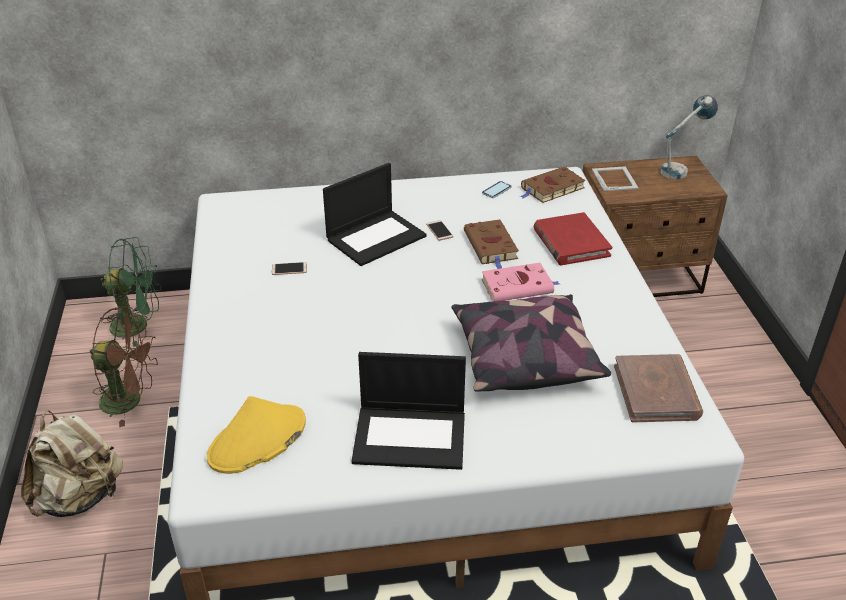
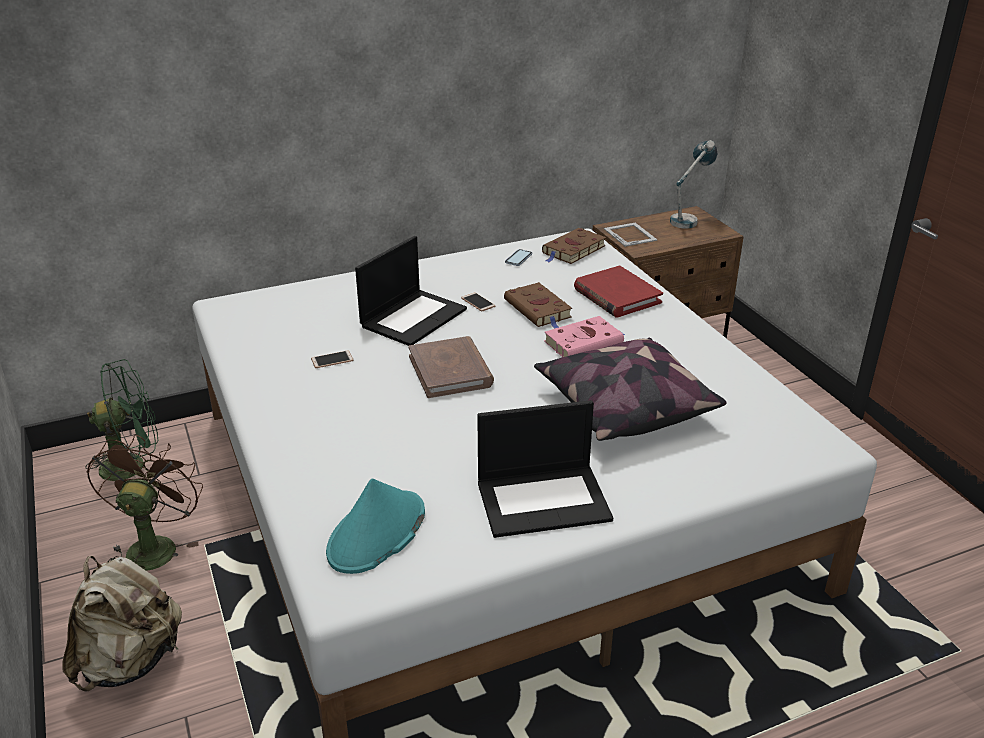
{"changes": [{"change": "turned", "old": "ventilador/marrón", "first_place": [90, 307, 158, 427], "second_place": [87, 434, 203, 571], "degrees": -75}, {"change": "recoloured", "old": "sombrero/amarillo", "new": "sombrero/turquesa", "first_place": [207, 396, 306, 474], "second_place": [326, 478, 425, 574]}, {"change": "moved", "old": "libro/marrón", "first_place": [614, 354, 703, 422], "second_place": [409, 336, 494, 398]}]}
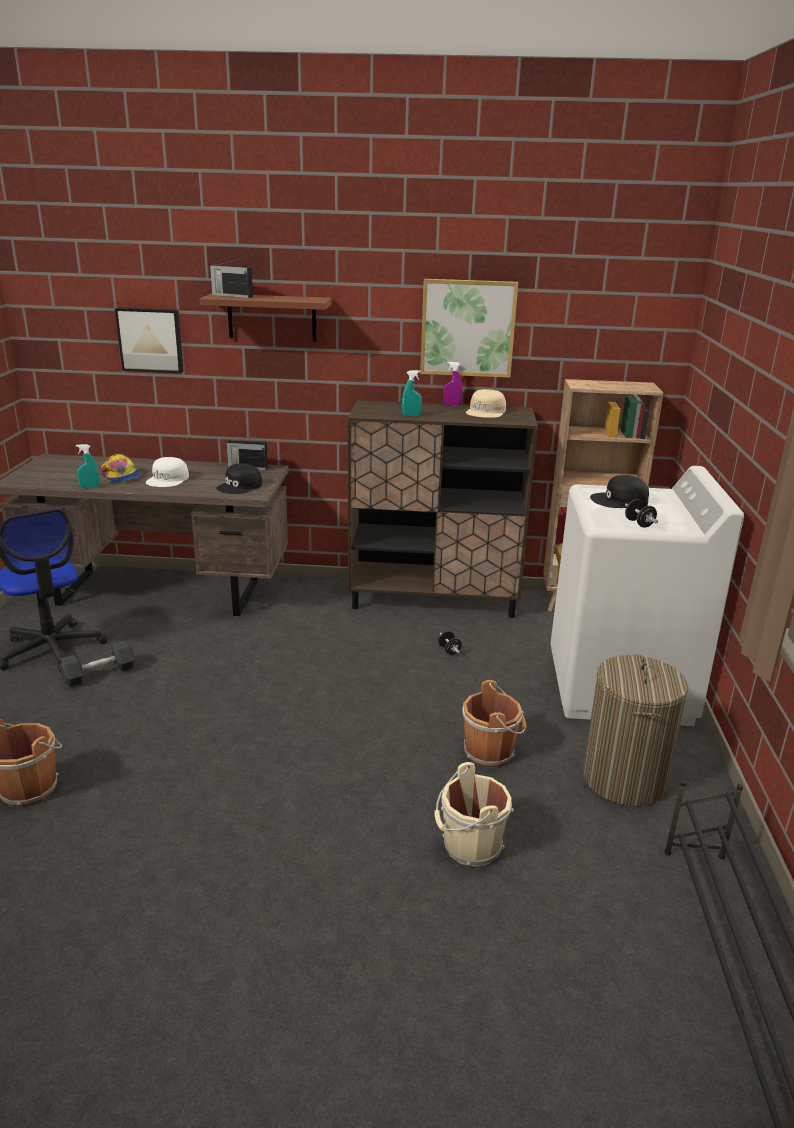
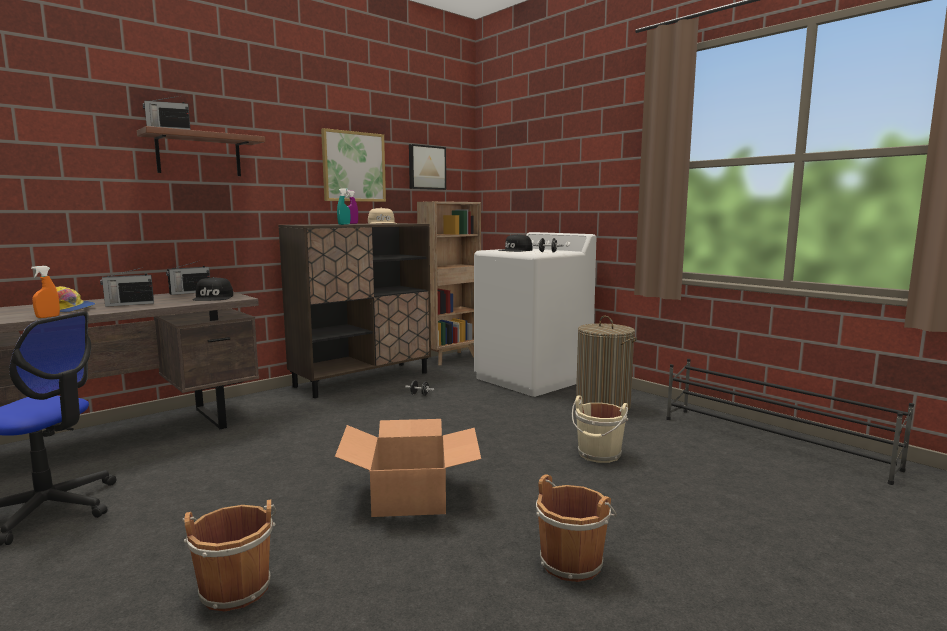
{"changes": [{"change": "removed", "old": "mancuerna/gris", "first_place": [60, 640, 135, 687]}, {"change": "recoloured", "old": "pulverizador/turquesa", "new": "pulverizador/naranja", "first_place": [76, 444, 99, 488], "second_place": [31, 266, 60, 318]}, {"change": "moved", "old": "cuadro", "first_place": [115, 307, 184, 373], "second_place": [409, 144, 446, 190]}, {"change": "replaced", "old": "gorra/blanco", "new": "radio", "first_place": [146, 457, 189, 487], "second_place": [100, 267, 154, 307]}, {"change": "moved", "old": "cubo/marrón", "first_place": [462, 680, 527, 767], "second_place": [536, 474, 617, 582]}, {"change": "added", "new": "caja de cartón", "second_place": [335, 419, 481, 517]}]}
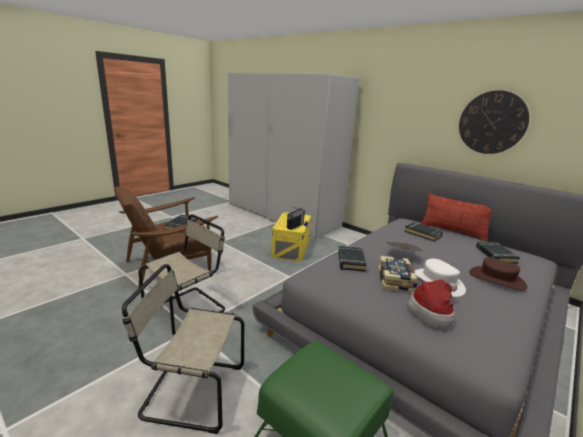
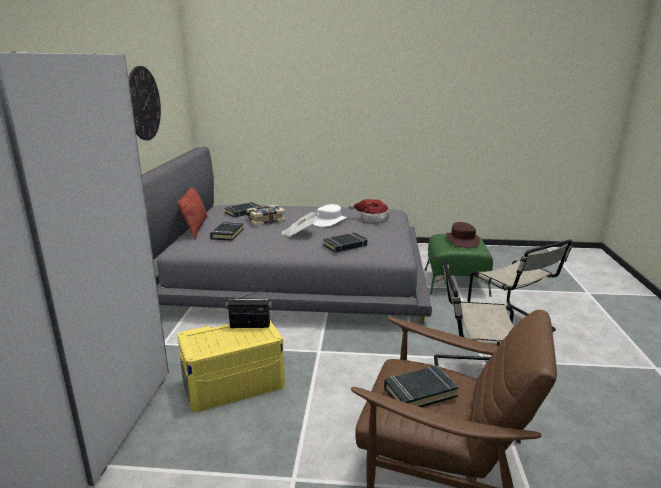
{"changes": [{"change": "moved", "old": "libro", "first_place": [378, 256, 418, 293], "second_place": [246, 205, 286, 226]}, {"change": "moved", "old": "sombrero/marrón", "first_place": [469, 257, 527, 291], "second_place": [446, 222, 480, 248]}]}
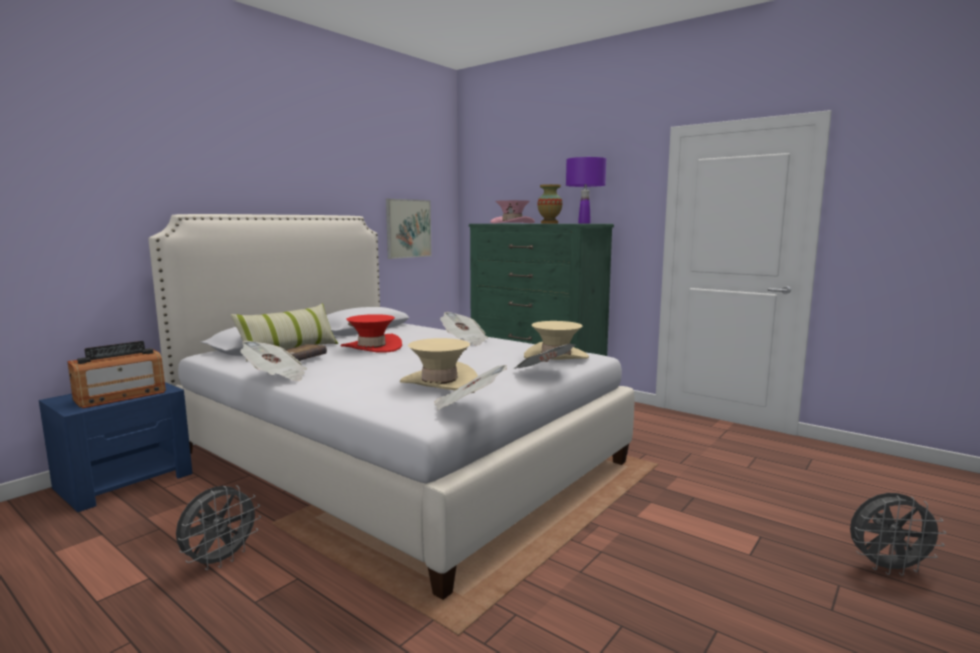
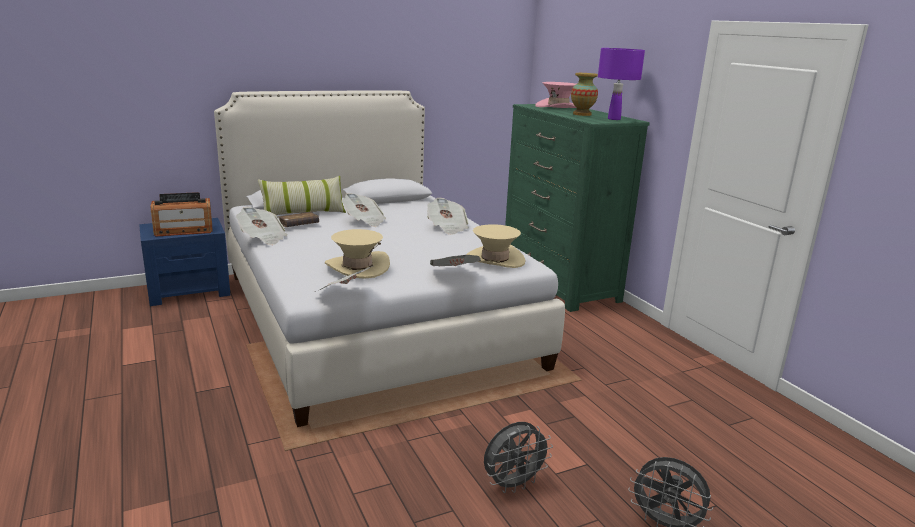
{"changes": [{"change": "moved", "old": "ventilador/gris", "first_place": [176, 485, 261, 570], "second_place": [484, 422, 553, 493]}, {"change": "replaced", "old": "sombrero/rojo", "new": "periódico", "first_place": [341, 314, 402, 353], "second_place": [342, 193, 386, 227]}, {"change": "removed", "old": "cuadro", "first_place": [386, 199, 432, 259]}]}
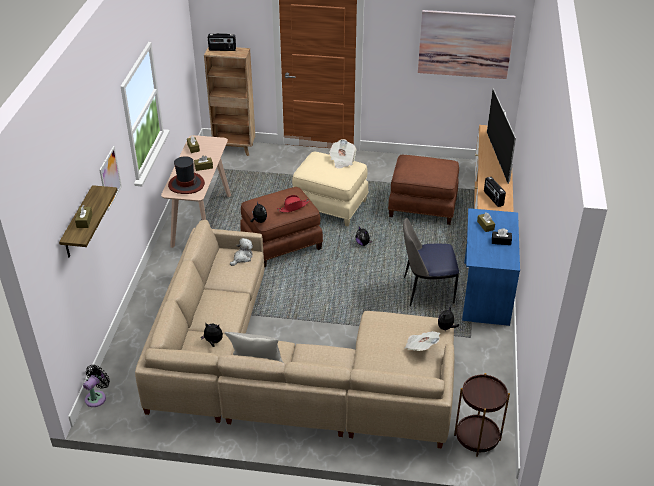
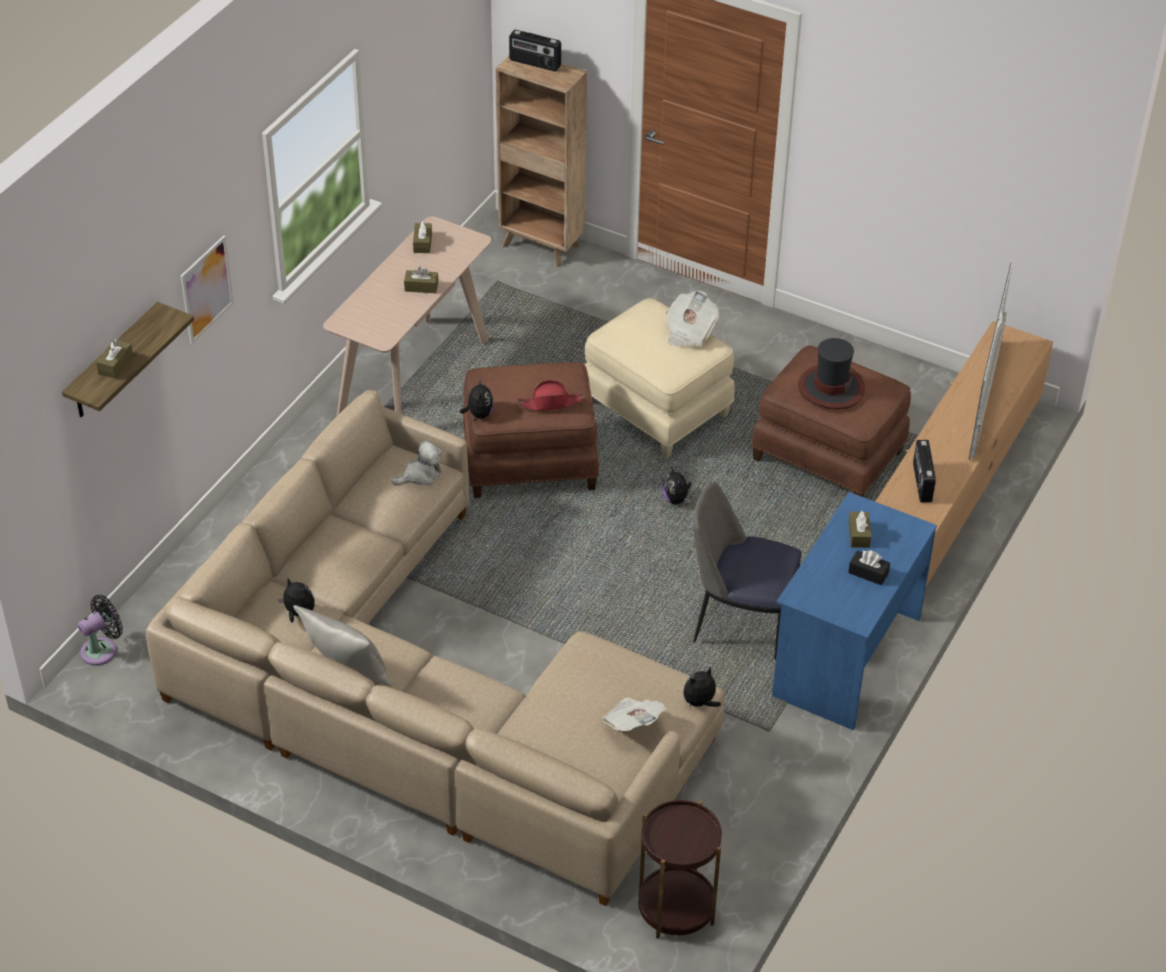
{"changes": [{"change": "moved", "old": "sombrero", "first_place": [168, 156, 205, 194], "second_place": [798, 338, 865, 409]}, {"change": "removed", "old": "cuadro", "first_place": [418, 10, 516, 79]}]}
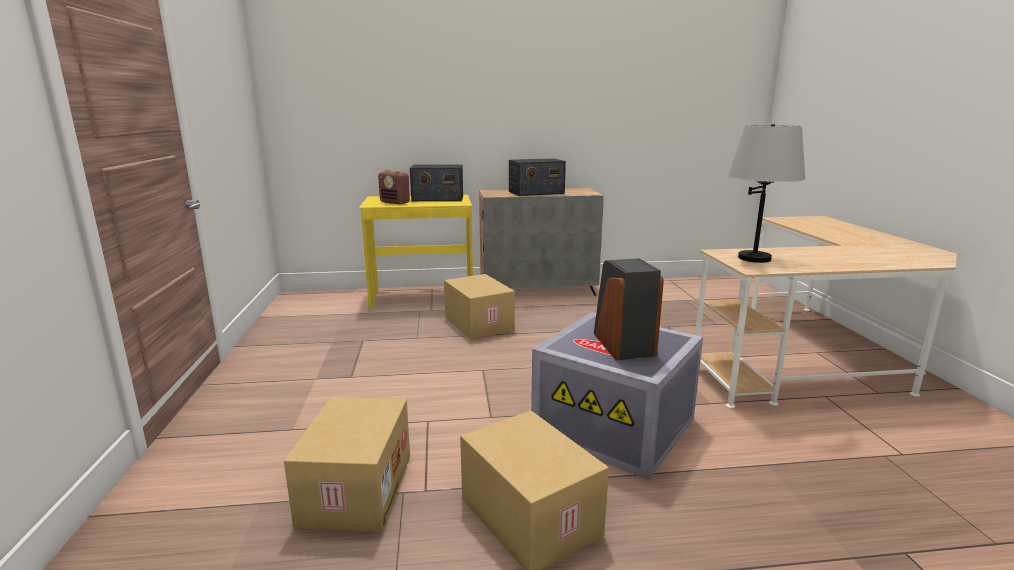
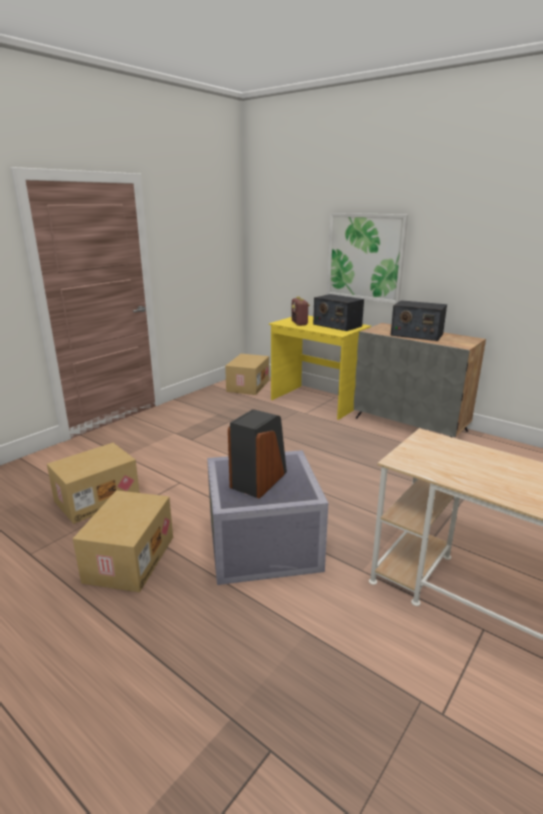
{"changes": [{"change": "moved", "old": "caja de cartón", "first_place": [444, 274, 515, 340], "second_place": [225, 354, 269, 395]}, {"change": "removed", "old": "lámpara de mesa/gris", "first_place": [728, 124, 805, 263]}, {"change": "added", "new": "cuadro", "second_place": [327, 213, 408, 304]}]}
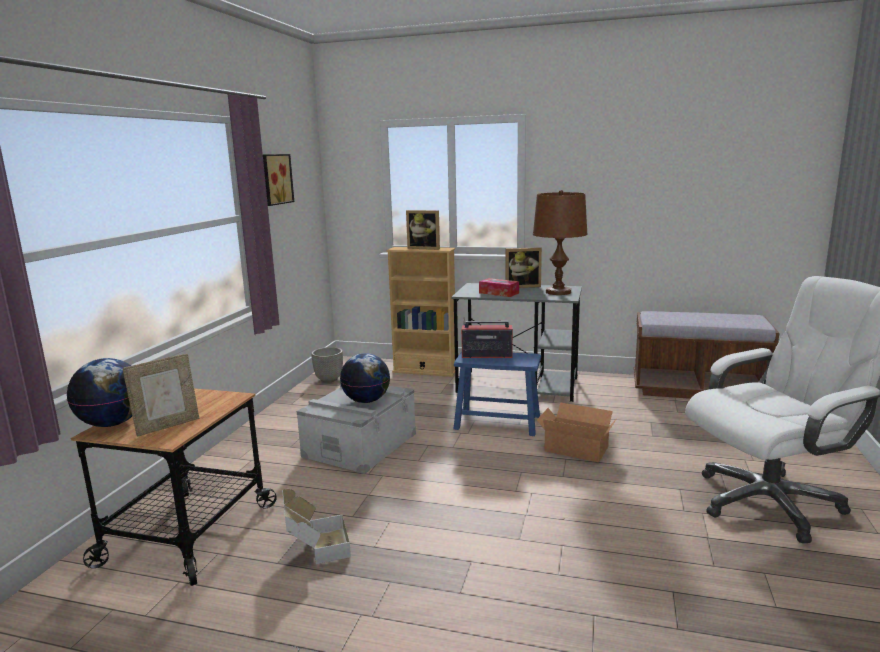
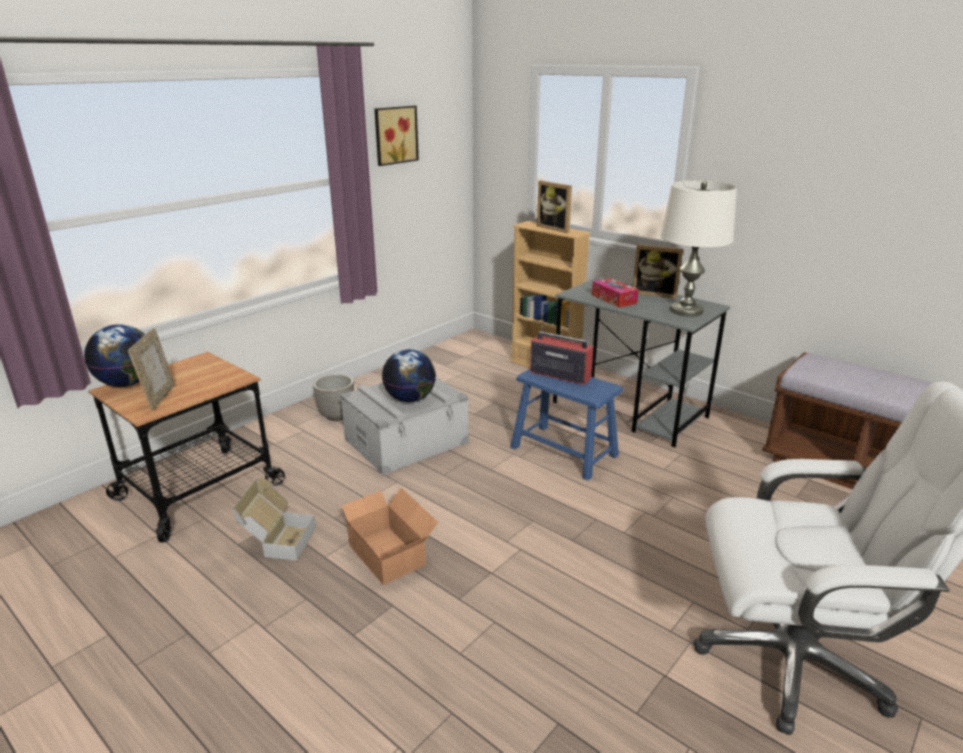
{"changes": [{"change": "turned", "old": "portarretratos", "first_place": [123, 354, 199, 437], "second_place": [128, 328, 175, 411], "degrees": -75}, {"change": "moved", "old": "maceta", "first_place": [311, 347, 343, 383], "second_place": [313, 374, 354, 421]}, {"change": "recoloured", "old": "lámpara de mesa/marrón", "new": "lámpara de mesa/blanco", "first_place": [533, 190, 588, 295], "second_place": [661, 180, 737, 317]}, {"change": "moved", "old": "caja de cartón", "first_place": [537, 402, 616, 462], "second_place": [338, 488, 438, 585]}]}
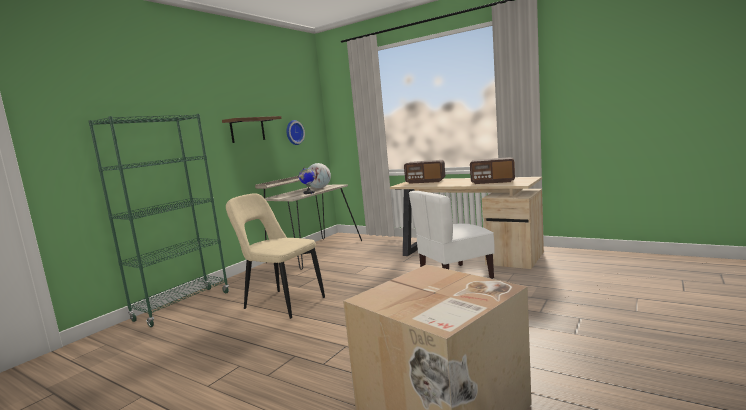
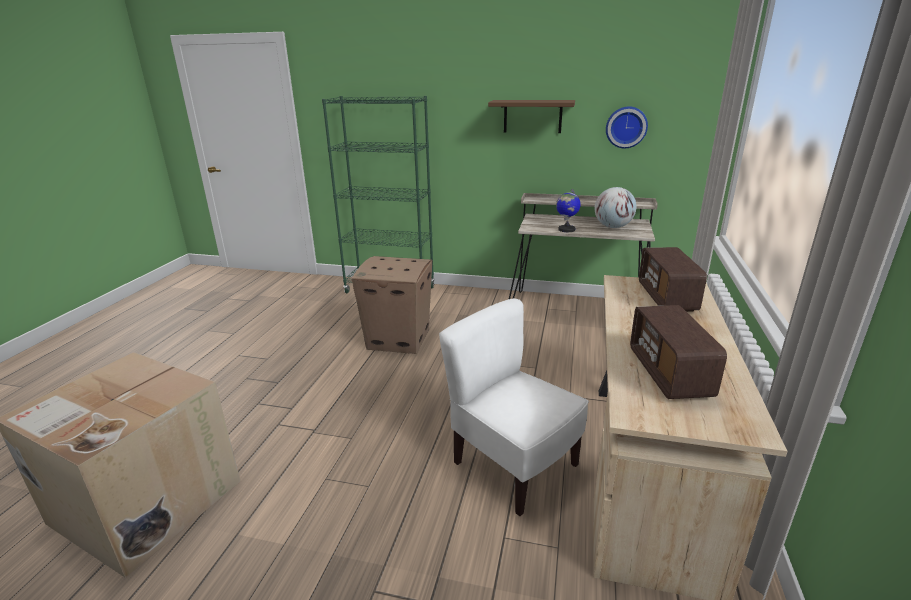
{"changes": [{"change": "replaced", "old": "silla/beis", "new": "caja de cartón", "first_place": [226, 193, 325, 319], "second_place": [352, 256, 433, 354]}]}
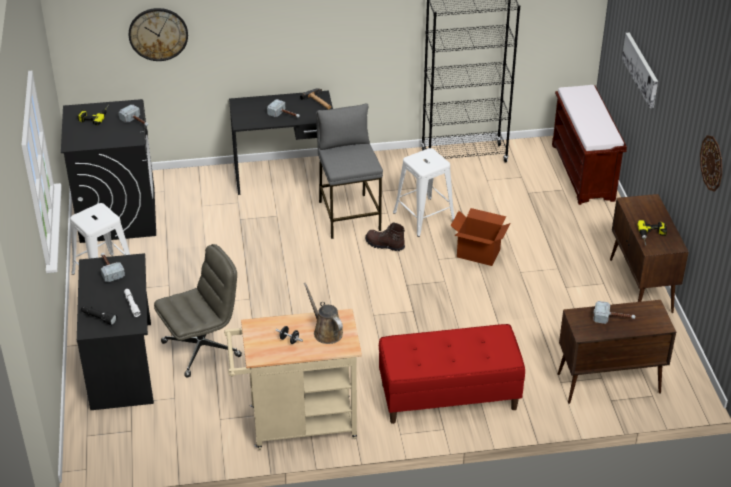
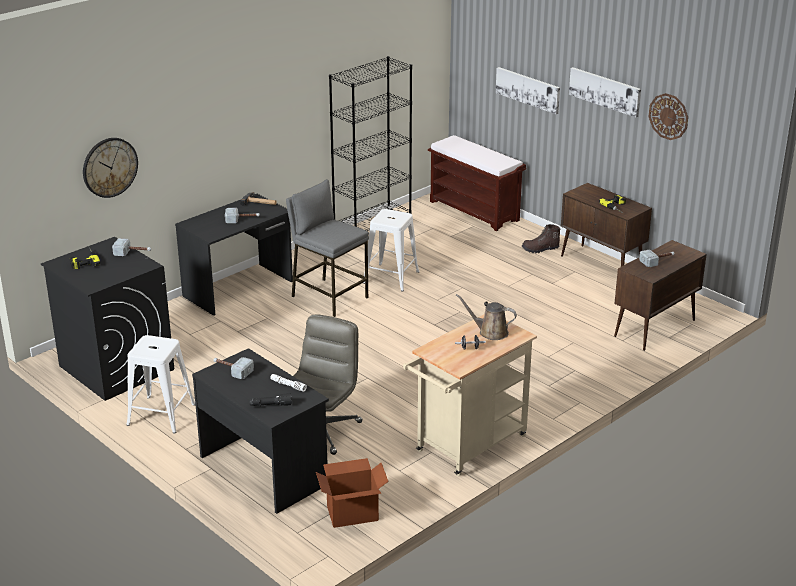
{"changes": [{"change": "moved", "old": "bota/marrón", "first_place": [365, 223, 405, 251], "second_place": [522, 224, 560, 253]}, {"change": "removed", "old": "banco/rojo", "first_place": [379, 324, 525, 424]}, {"change": "moved", "old": "caja de cartón", "first_place": [451, 208, 511, 266], "second_place": [316, 458, 389, 528]}, {"change": "added", "new": "cuadro", "second_place": [569, 67, 641, 117]}]}
